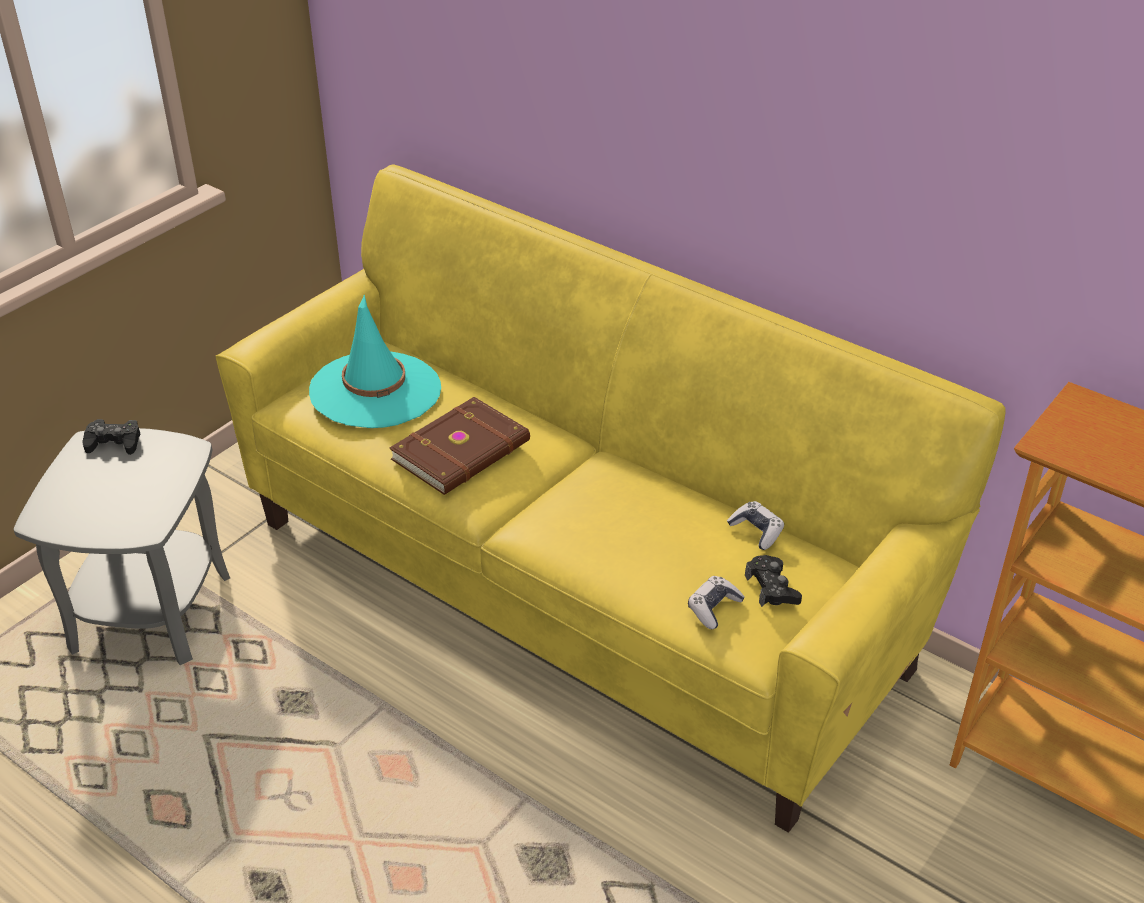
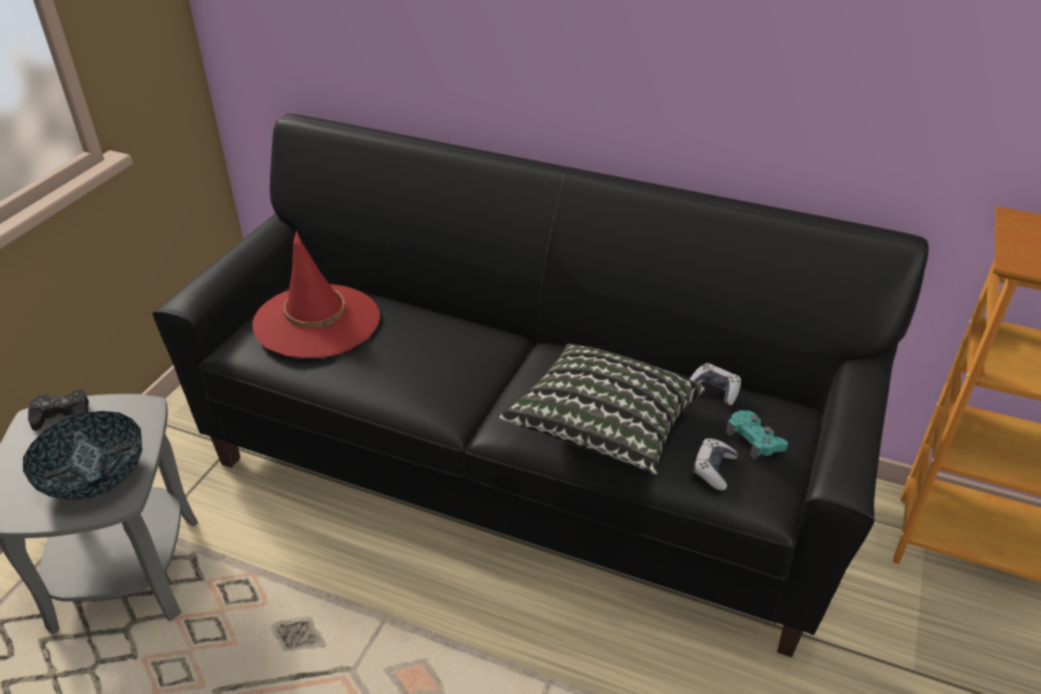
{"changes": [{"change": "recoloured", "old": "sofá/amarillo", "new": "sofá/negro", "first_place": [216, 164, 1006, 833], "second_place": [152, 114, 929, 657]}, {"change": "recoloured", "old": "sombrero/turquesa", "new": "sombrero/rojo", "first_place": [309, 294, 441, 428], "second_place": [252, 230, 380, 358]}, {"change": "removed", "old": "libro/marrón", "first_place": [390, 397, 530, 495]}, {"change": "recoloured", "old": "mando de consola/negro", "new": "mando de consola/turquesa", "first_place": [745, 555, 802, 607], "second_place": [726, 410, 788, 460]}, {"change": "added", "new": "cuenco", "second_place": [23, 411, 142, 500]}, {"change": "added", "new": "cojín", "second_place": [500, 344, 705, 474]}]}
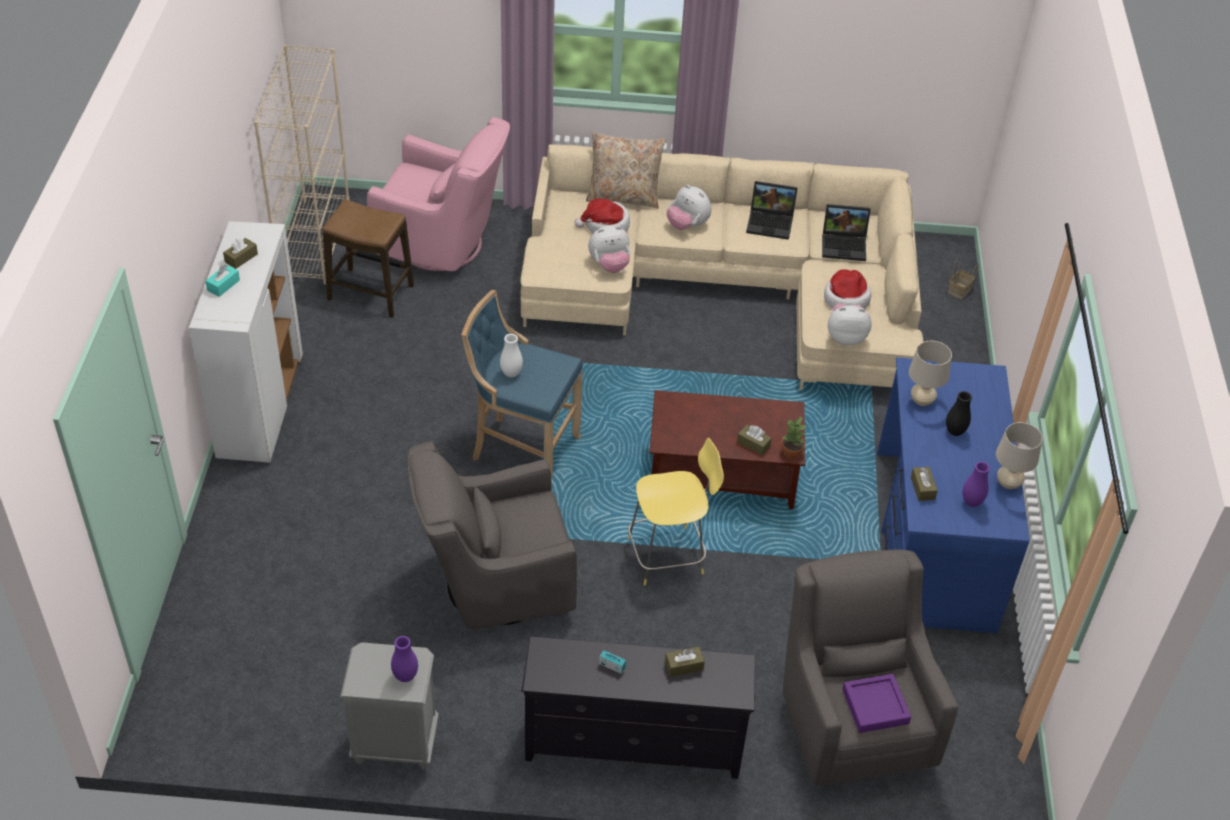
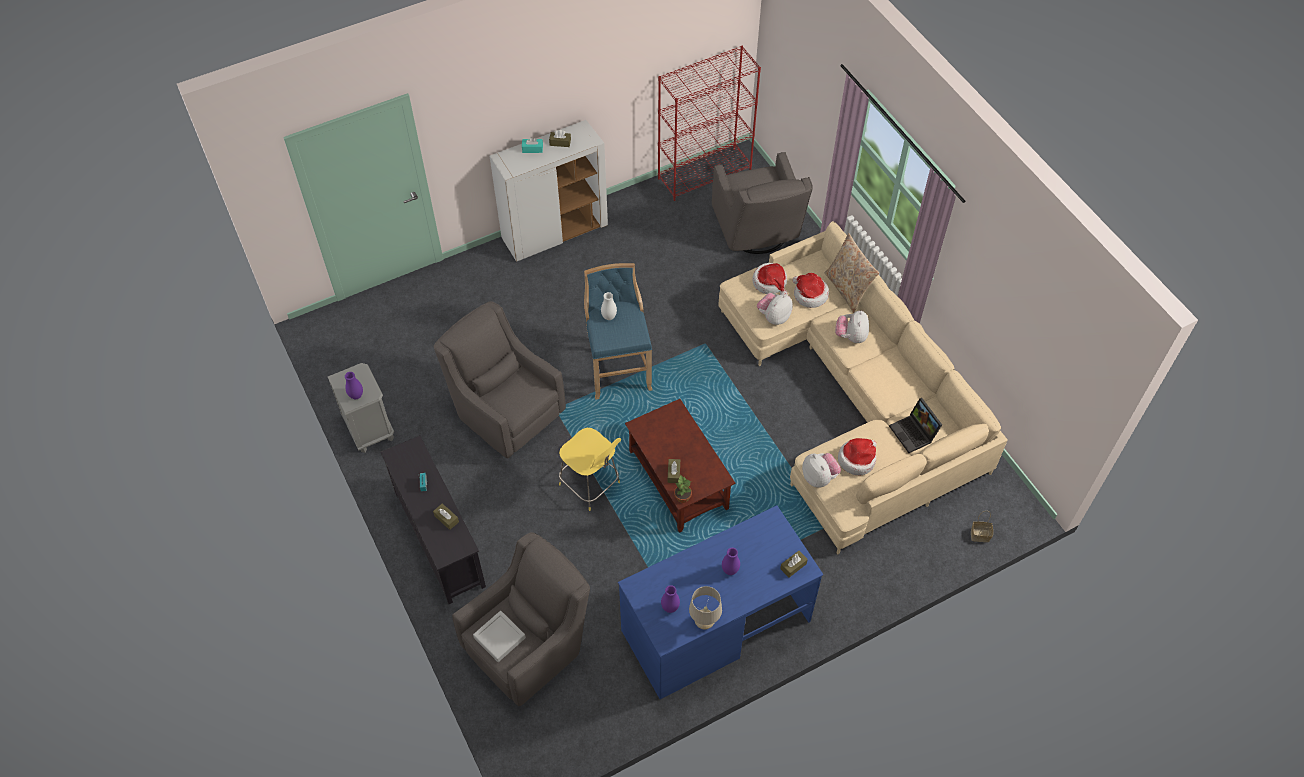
{"changes": [{"change": "recoloured", "old": "estantería/beis", "new": "estantería/rojo", "first_place": [254, 45, 350, 285], "second_place": [658, 46, 761, 201]}, {"change": "removed", "old": "taburete", "first_place": [323, 199, 414, 318]}, {"change": "recoloured", "old": "sillón/rosa", "new": "sillón/gris", "first_place": [367, 117, 510, 271], "second_place": [712, 152, 813, 254]}, {"change": "turned", "old": "peluche", "first_place": [588, 225, 630, 273], "second_place": [757, 293, 793, 325], "degrees": 90}, {"change": "removed", "old": "portátil", "first_place": [746, 181, 798, 240]}, {"change": "recoloured", "old": "bandeja/morado", "new": "bandeja/gris", "first_place": [842, 674, 911, 733], "second_place": [473, 611, 526, 662]}, {"change": "removed", "old": "lámpara de mesa/beis", "first_place": [909, 341, 952, 406]}, {"change": "moved", "old": "caja de pañuelos/marrón", "first_place": [911, 467, 938, 501], "second_place": [780, 551, 808, 578]}, {"change": "recoloured", "old": "florero/negro", "new": "florero/morado", "first_place": [946, 391, 972, 436], "second_place": [722, 548, 740, 575]}, {"change": "added", "new": "sombrero", "second_place": [752, 263, 788, 295]}]}
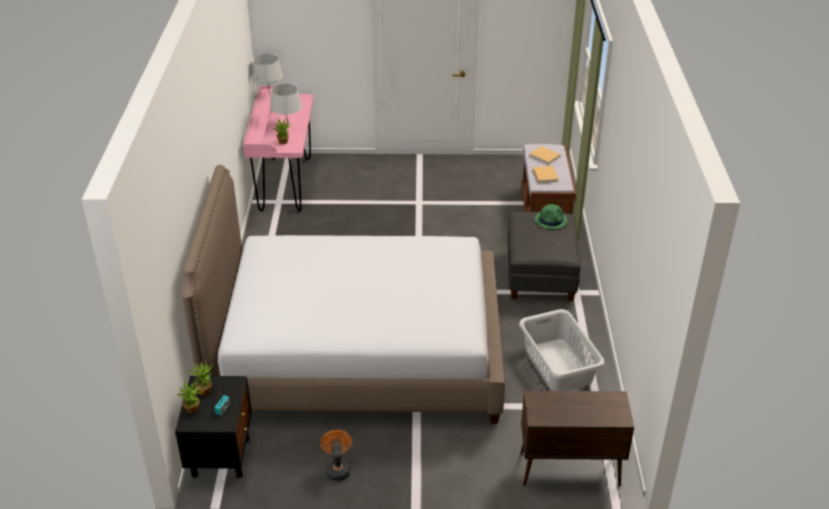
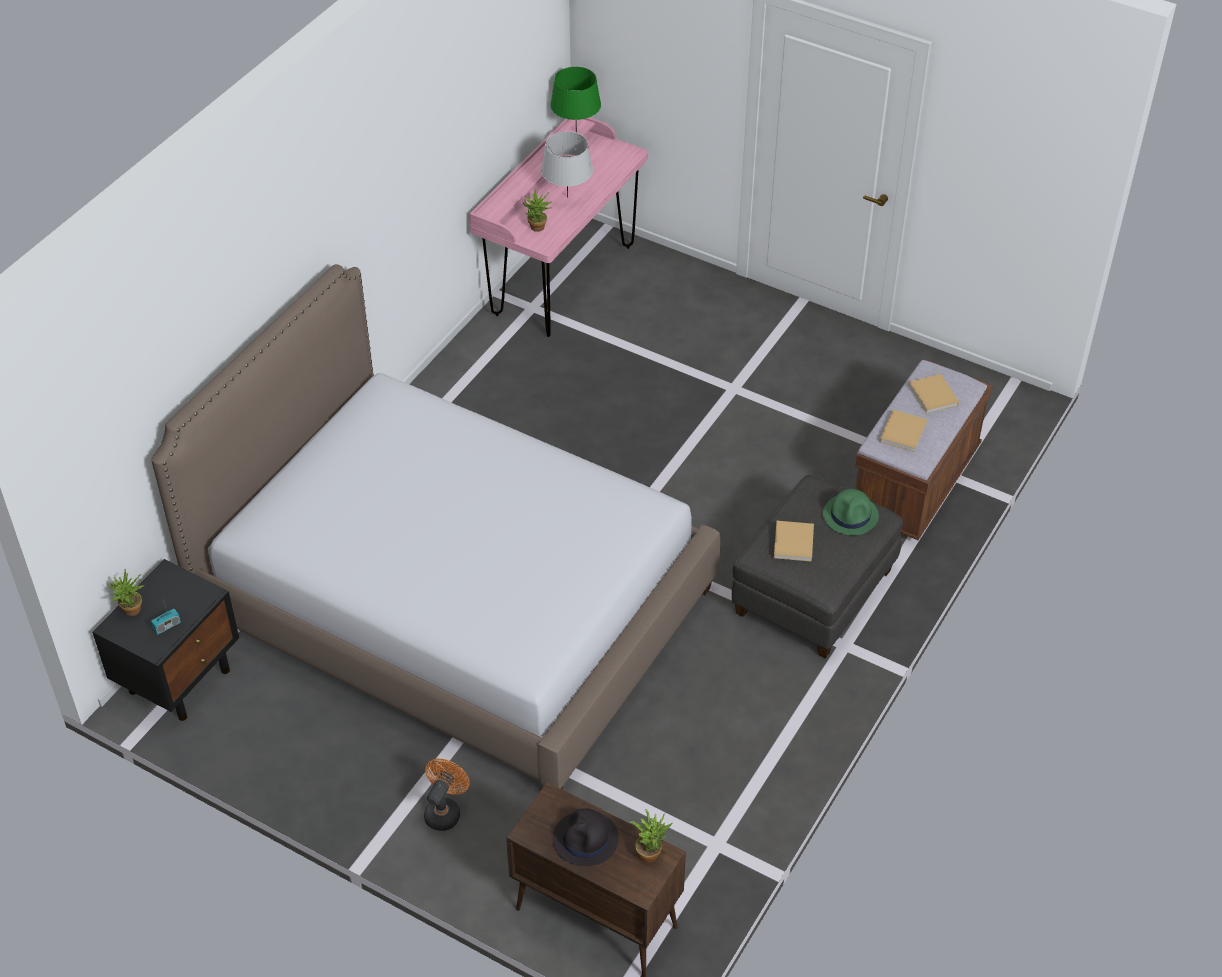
{"changes": [{"change": "moved", "old": "planta en maceta", "first_place": [188, 362, 213, 396], "second_place": [630, 809, 672, 862]}, {"change": "recoloured", "old": "lámpara de mesa/gris", "new": "lámpara de mesa/verde", "first_place": [252, 54, 283, 94], "second_place": [551, 67, 601, 132]}, {"change": "moved", "old": "ventilador/naranja", "first_place": [320, 430, 352, 481], "second_place": [424, 759, 469, 831]}, {"change": "removed", "old": "cesto de la ropa/gris", "first_place": [519, 309, 605, 391]}, {"change": "added", "new": "sombrero/negro", "second_place": [553, 808, 619, 866]}, {"change": "added", "new": "libro/beis", "second_place": [774, 521, 814, 562]}]}
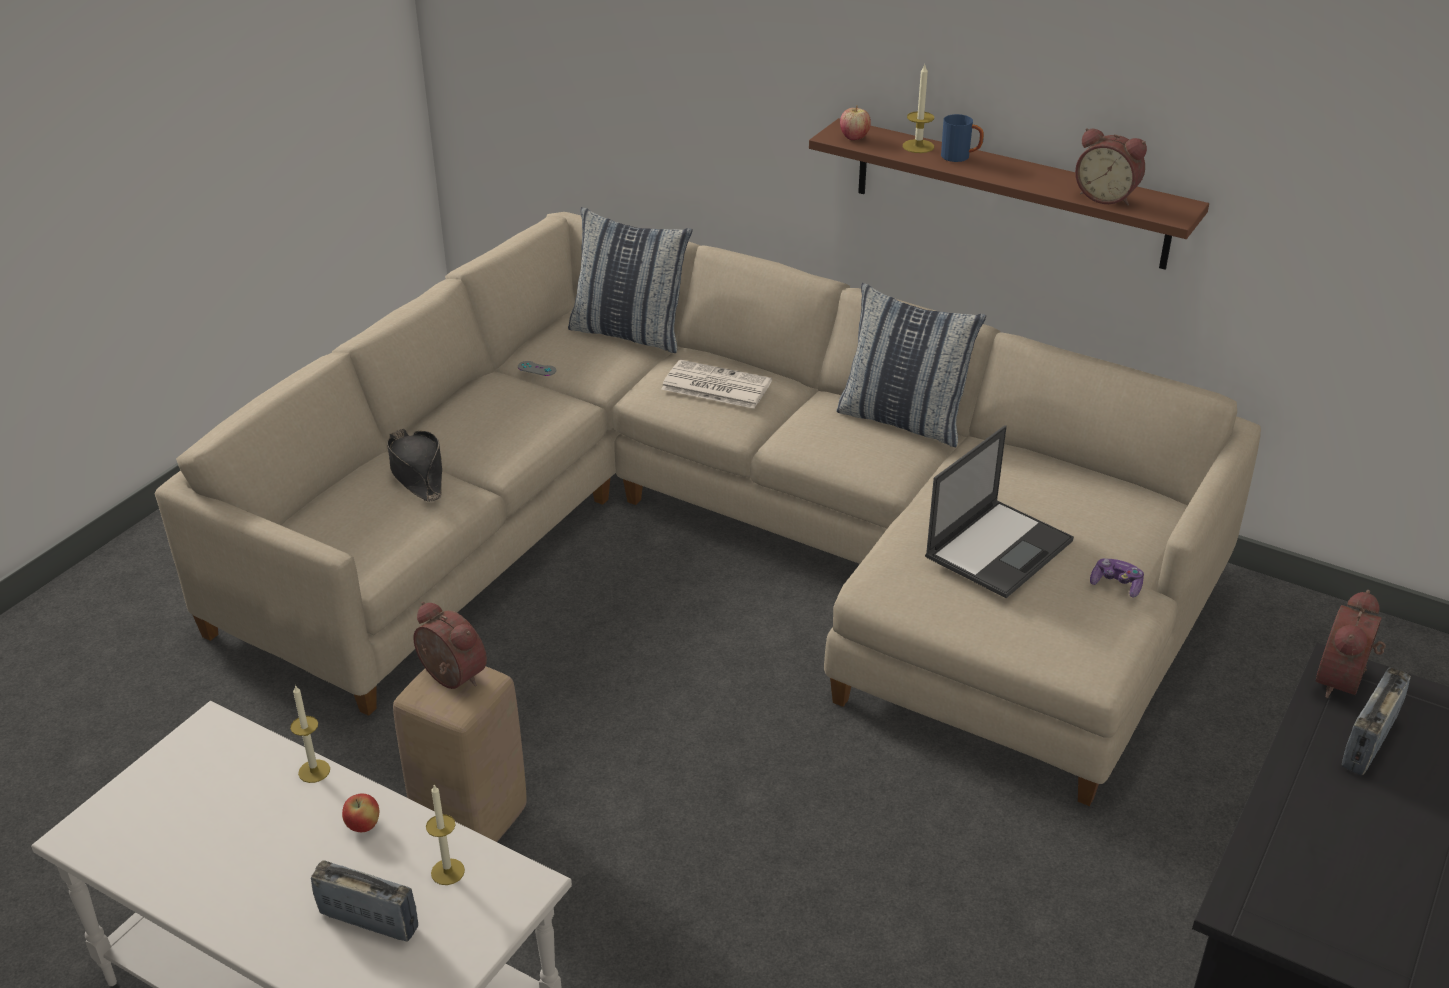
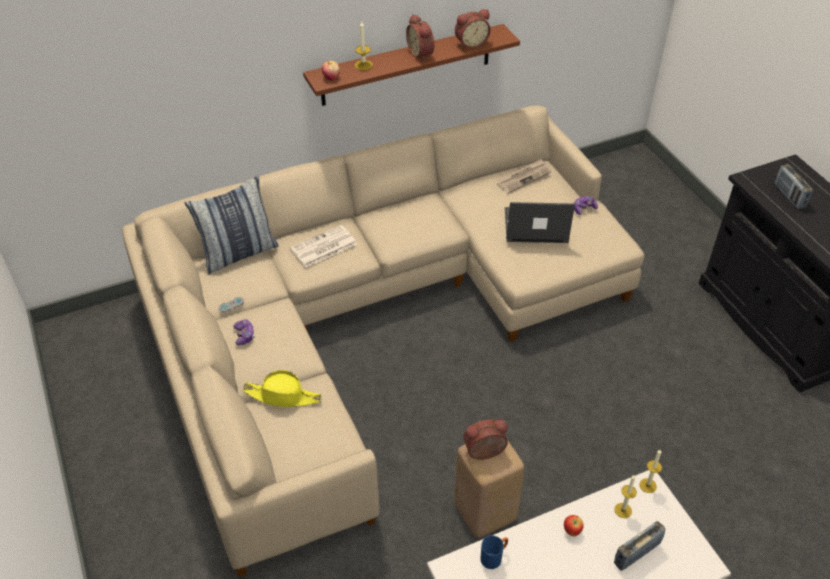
{"changes": [{"change": "moved", "old": "vela", "first_place": [290, 685, 330, 783], "second_place": [639, 450, 662, 493]}, {"change": "recoloured", "old": "sombrero/negro", "new": "sombrero/amarillo", "first_place": [387, 429, 442, 502], "second_place": [243, 370, 322, 407]}, {"change": "removed", "old": "cojín", "first_place": [837, 283, 986, 447]}, {"change": "turned", "old": "portátil", "first_place": [925, 425, 1074, 598], "second_place": [505, 202, 575, 243], "degrees": -75}, {"change": "moved", "old": "taza grande/azul", "first_place": [941, 114, 984, 162], "second_place": [480, 535, 508, 569]}, {"change": "moved", "old": "despertador", "first_place": [1316, 590, 1386, 698], "second_place": [406, 14, 434, 61]}, {"change": "added", "new": "mando de consola", "second_place": [233, 319, 255, 346]}, {"change": "added", "new": "periódico", "second_place": [497, 159, 551, 194]}]}
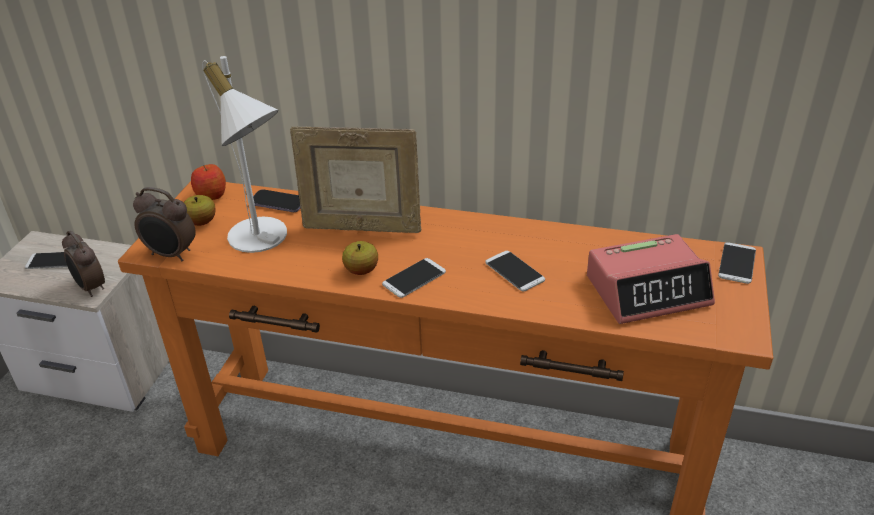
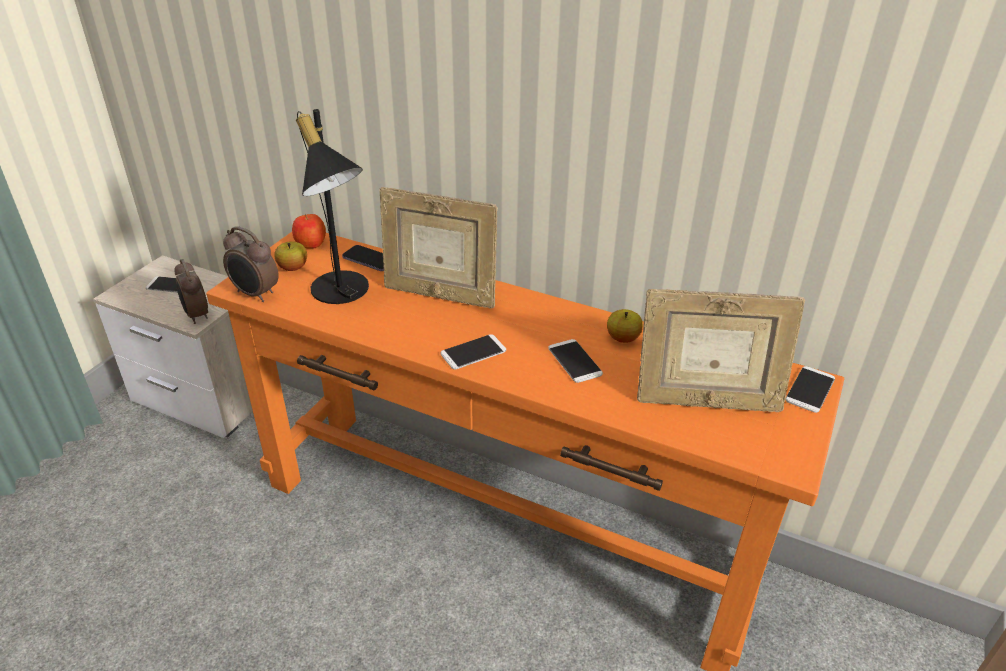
{"changes": [{"change": "recoloured", "old": "lámpara de mesa/blanco", "new": "lámpara de mesa/negro", "first_place": [202, 56, 287, 253], "second_place": [296, 109, 369, 304]}, {"change": "moved", "old": "manzana", "first_place": [342, 241, 378, 275], "second_place": [607, 309, 643, 343]}, {"change": "replaced", "old": "despertador", "new": "portarretratos", "first_place": [587, 234, 715, 324], "second_place": [637, 289, 805, 412]}]}
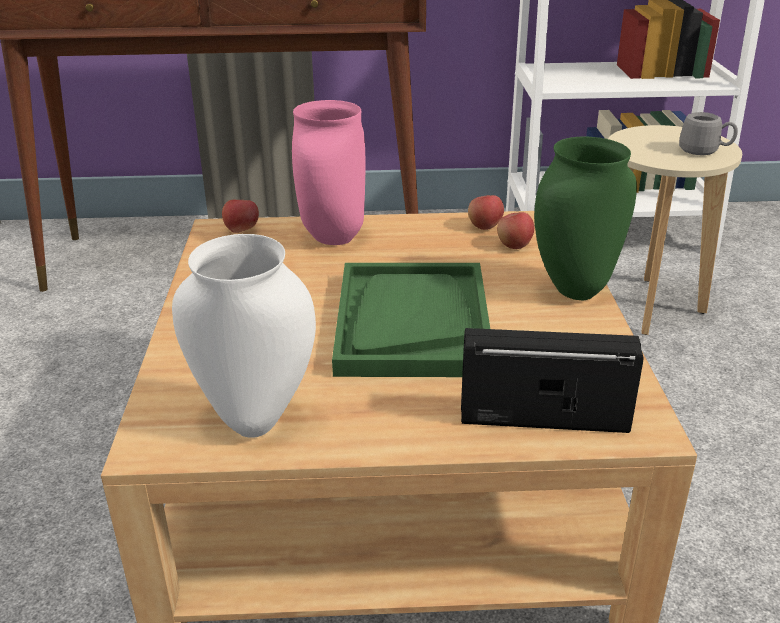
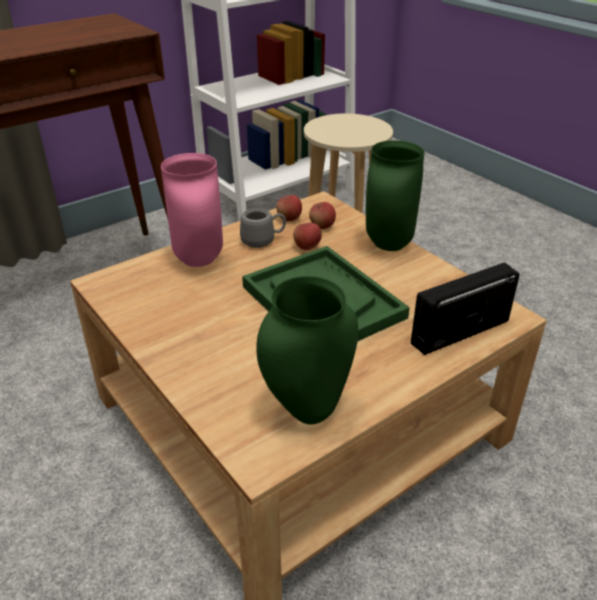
{"changes": [{"change": "recoloured", "old": "florero/blanco", "new": "florero/verde", "first_place": [172, 234, 316, 438], "second_place": [256, 276, 358, 425]}, {"change": "moved", "old": "manzana", "first_place": [222, 200, 259, 233], "second_place": [293, 223, 322, 250]}, {"change": "moved", "old": "taza grande/gris", "first_place": [679, 112, 738, 155], "second_place": [240, 208, 286, 248]}]}
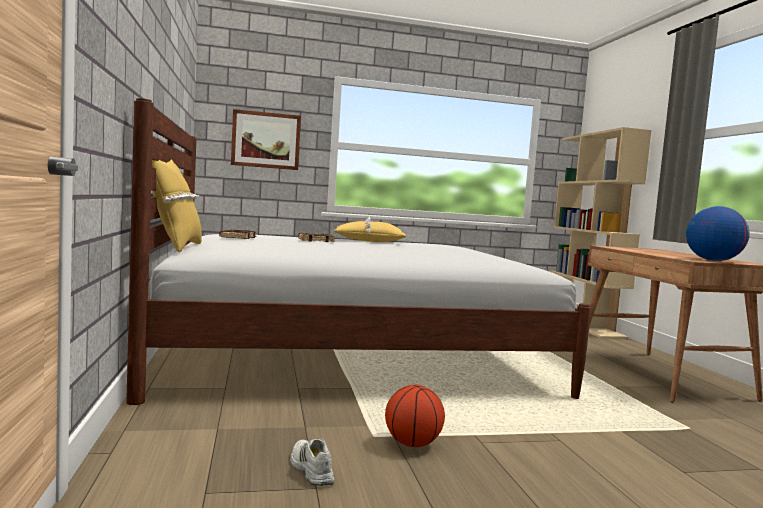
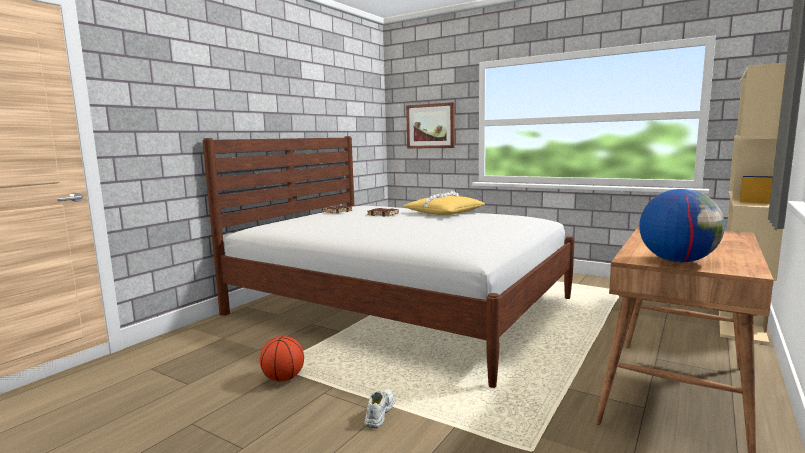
{"changes": [{"change": "removed", "old": "cojín/amarillo", "first_place": [152, 160, 202, 252]}, {"change": "moved", "old": "zapato/blanco", "first_place": [290, 438, 334, 486], "second_place": [364, 389, 395, 428]}]}
